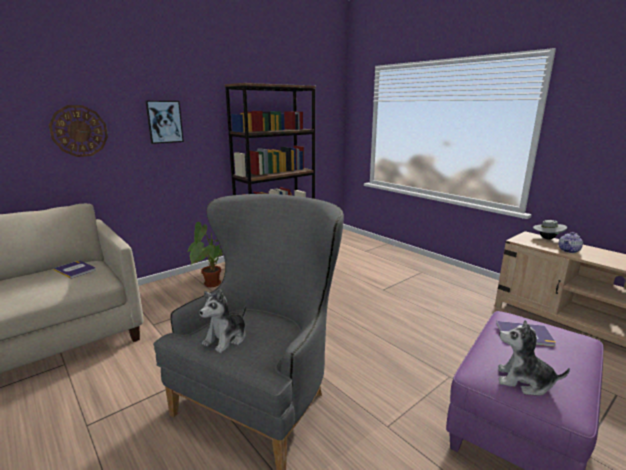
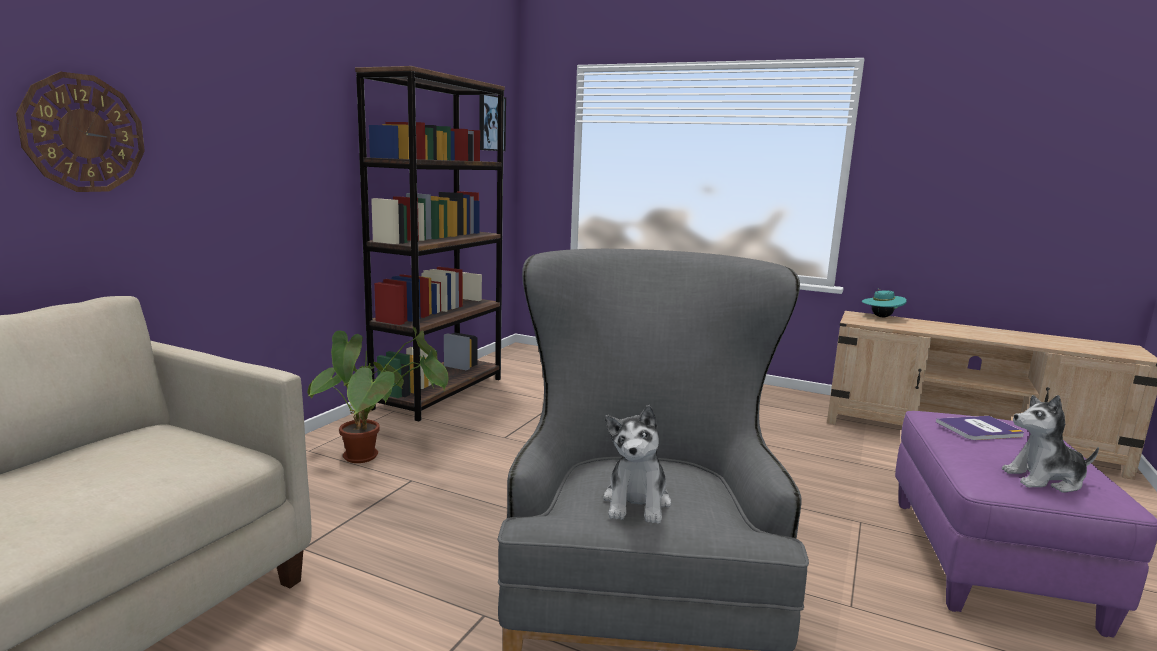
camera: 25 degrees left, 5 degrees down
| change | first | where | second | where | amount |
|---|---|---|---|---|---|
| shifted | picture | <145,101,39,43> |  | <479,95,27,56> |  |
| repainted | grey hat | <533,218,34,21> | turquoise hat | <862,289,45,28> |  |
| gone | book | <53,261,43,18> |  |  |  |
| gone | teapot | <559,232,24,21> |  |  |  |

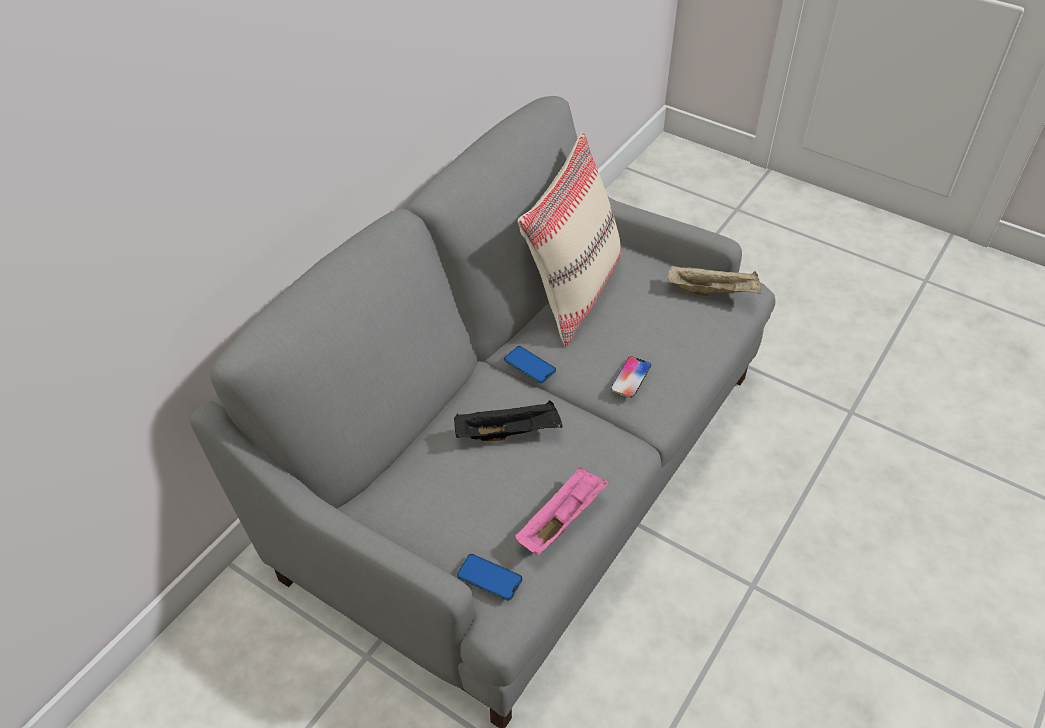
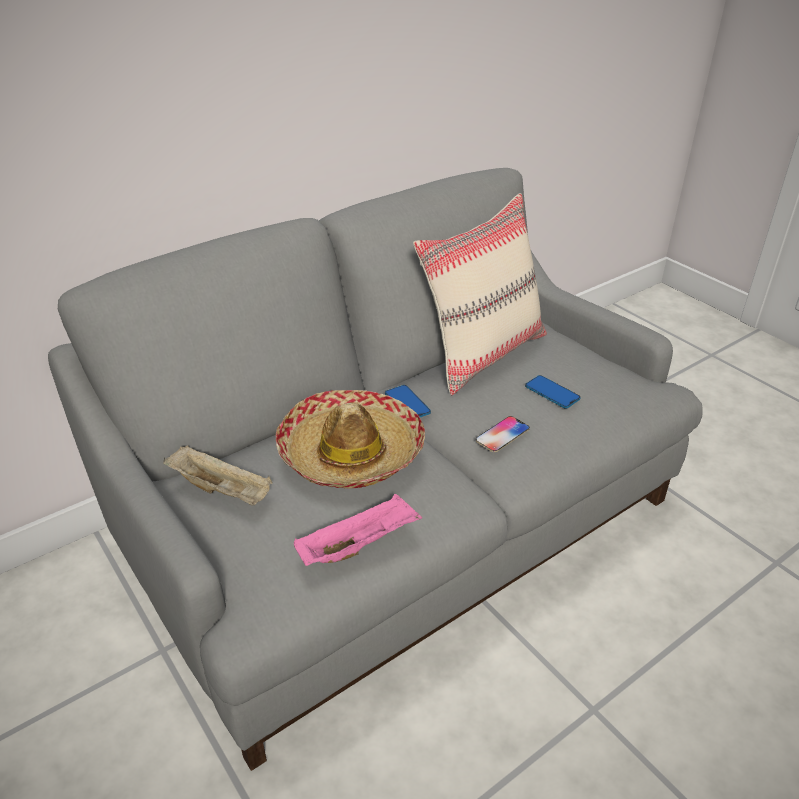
camera: 20 degrees right, 10 degrees down
| change | first | where | second | where | amount |
|---|---|---|---|---|---|
| shifted | beige tray | <668,265,93,31> |  | <163,445,110,61> |  |
| swapped | black tray | <454,401,109,40> | hat | <276,390,149,98> |  |
| shifted | phone | <457,554,65,47> |  | <525,375,56,33> |  |

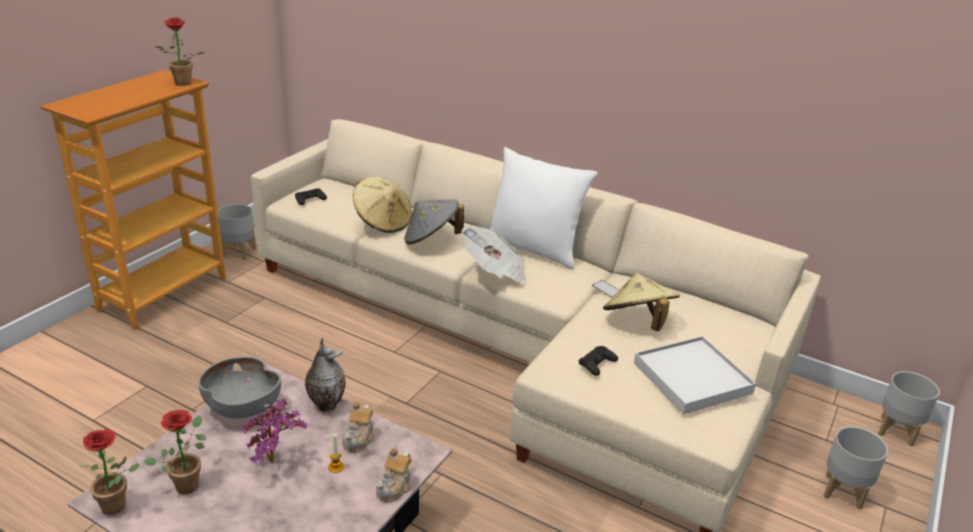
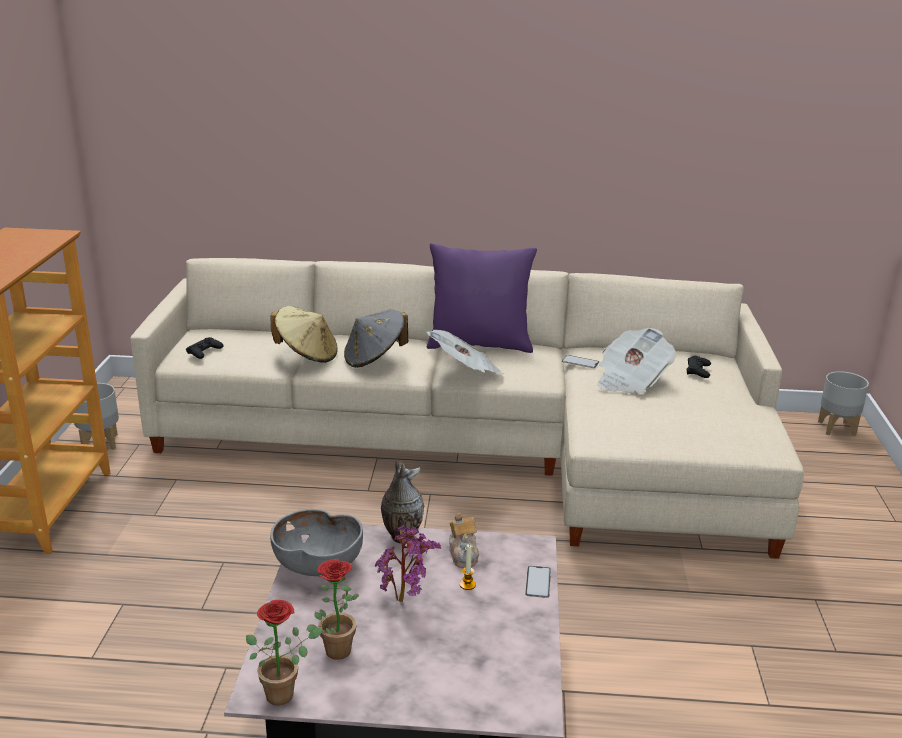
camera: 25 degrees left, 5 degrees down
| change | first | where | second | where | amount |
|---|---|---|---|---|---|
| repainted | white pillow | <490,147,107,123> | purple pillow | <426,243,111,110> |  |
| swapped | teapot | <376,448,36,54> | phone | <525,566,26,32> |  |
| swapped | beige hat | <603,273,77,58> | newspaper | <597,328,78,66> |  |
| shifted | black game controller | <579,346,39,30> |  | <687,356,24,22> |  |
| gone | potted plant | <155,17,49,69> |  |  |  |
| gone | white tray | <634,336,122,78> |  |  |  |
| gone | grey planter | <824,426,64,83> |  |  |  |

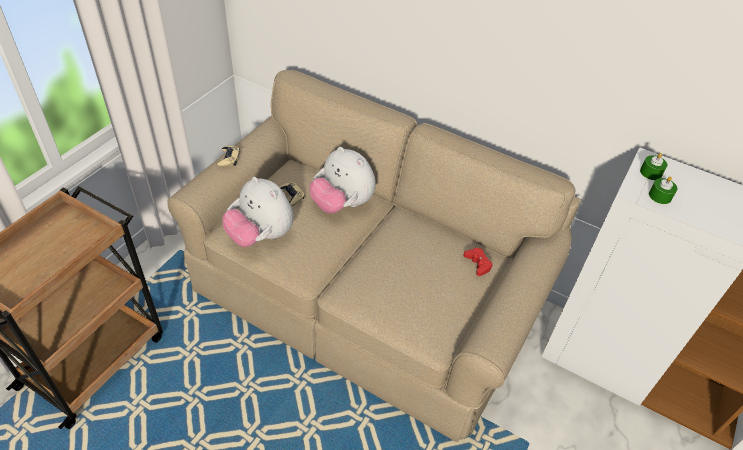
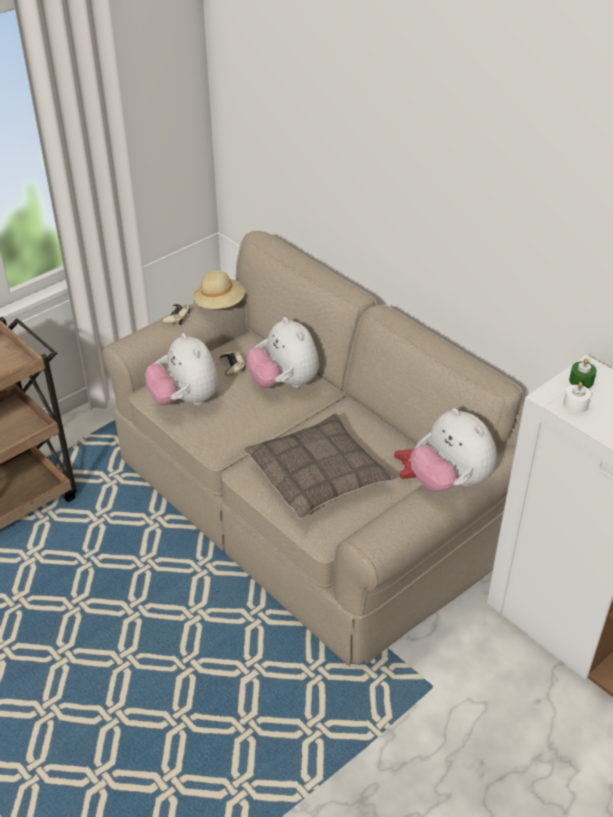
camera: 20 degrees right, 5 degrees down
| change | first | where | second | where | amount |
|---|---|---|---|---|---|
| new |  |  | beige hat | <194,270,51,39> |  |
| new |  |  | pillow | <244,413,152,107> |  |
| new |  |  | plush toy | <410,408,87,84> |  |
| repainted | green candle | <649,176,29,28> | white candle | <563,382,28,31> |  |

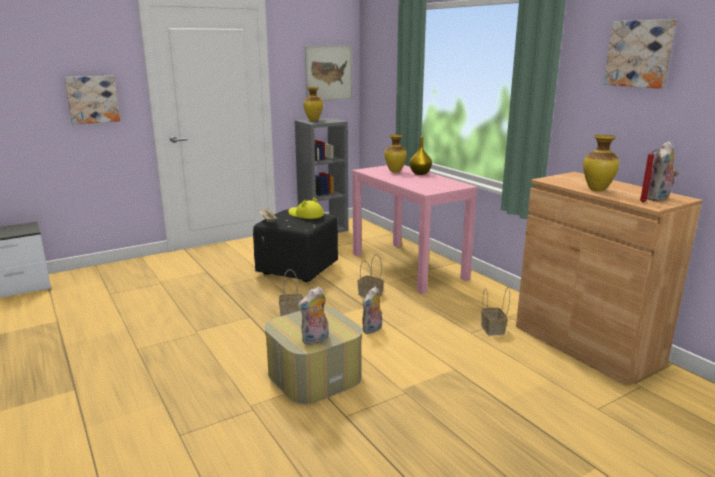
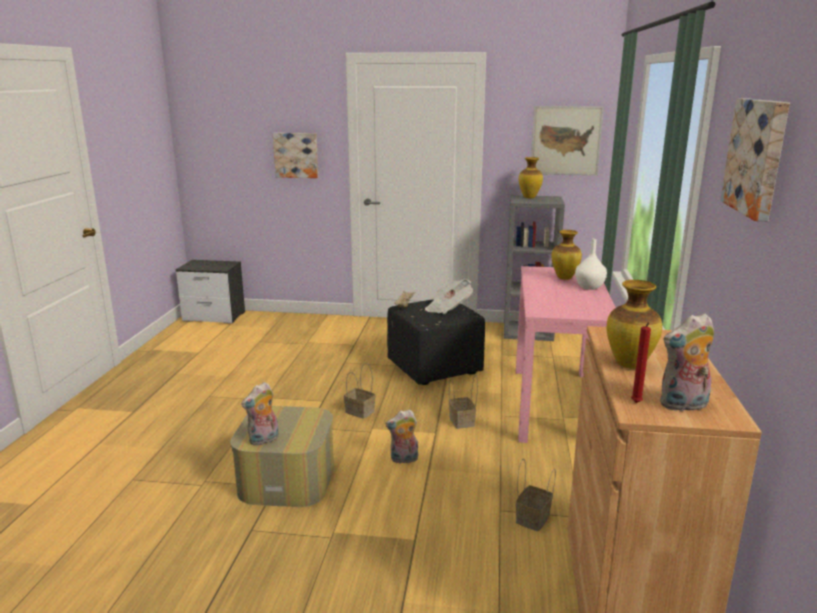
camera: 40 degrees right, 0 degrees up
| change | first | where | second | where | amount |
|---|---|---|---|---|---|
| rotated | plush toy | <297,286,32,59> |  | <241,382,38,64> | 45 degrees counterclockwise |
| swapped | yellow hat | <288,197,36,22> | newspaper | <425,279,48,35> |  |
| repainted | yellow vase | <410,137,22,38> | white vase | <575,238,32,52> |  |

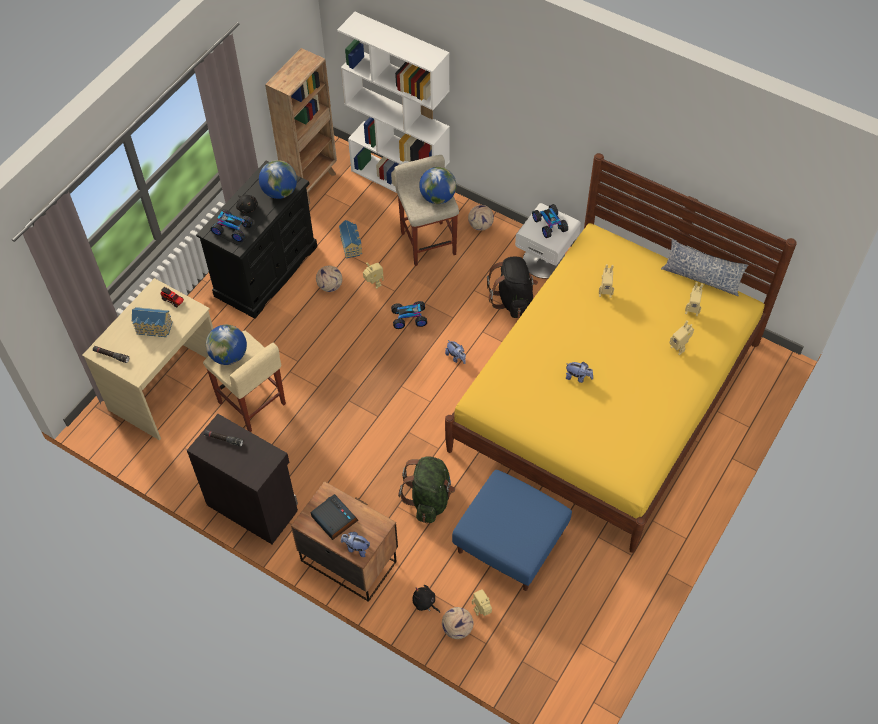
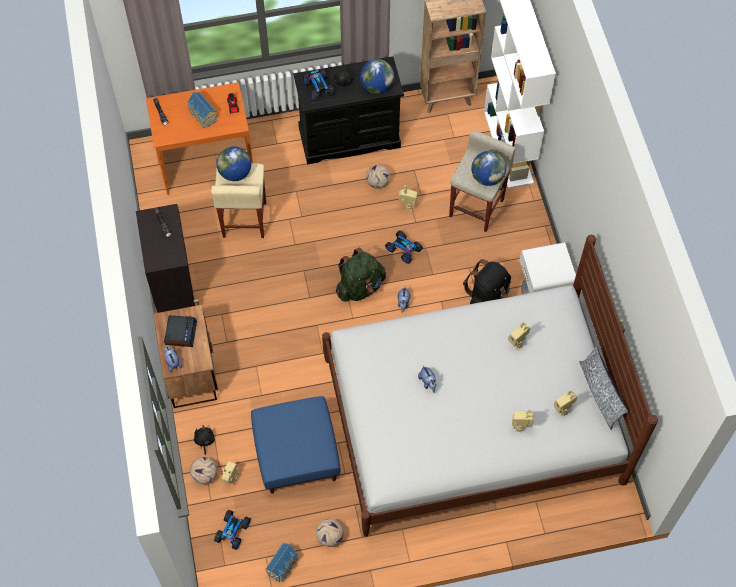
camera: 45 degrees right, 5 degrees up
| change | first | where | second | where | amount |
|---|---|---|---|---|---|
| repainted | beige desk | <82,278,131,162> | orange desk | <146,82,107,113> |  |
| shifted | toy car | <532,204,36,34> |  | <214,510,36,40> |  |
| shifted | toy house | <339,220,23,38> |  | <266,543,32,39> |  |
| shifted | football | <468,205,26,26> |  | <316,519,28,28> |  |
| repainted | yellow bed | <445,153,352,400> | white bed | <322,235,336,302> |  |
| shifted | green backpack | <398,456,57,67> |  | <336,248,50,54> |  |

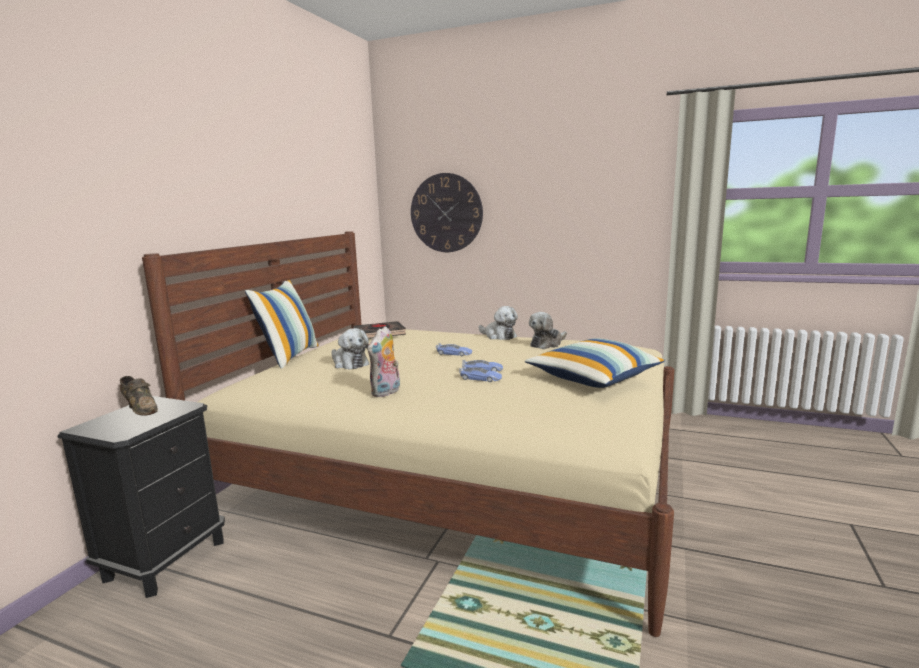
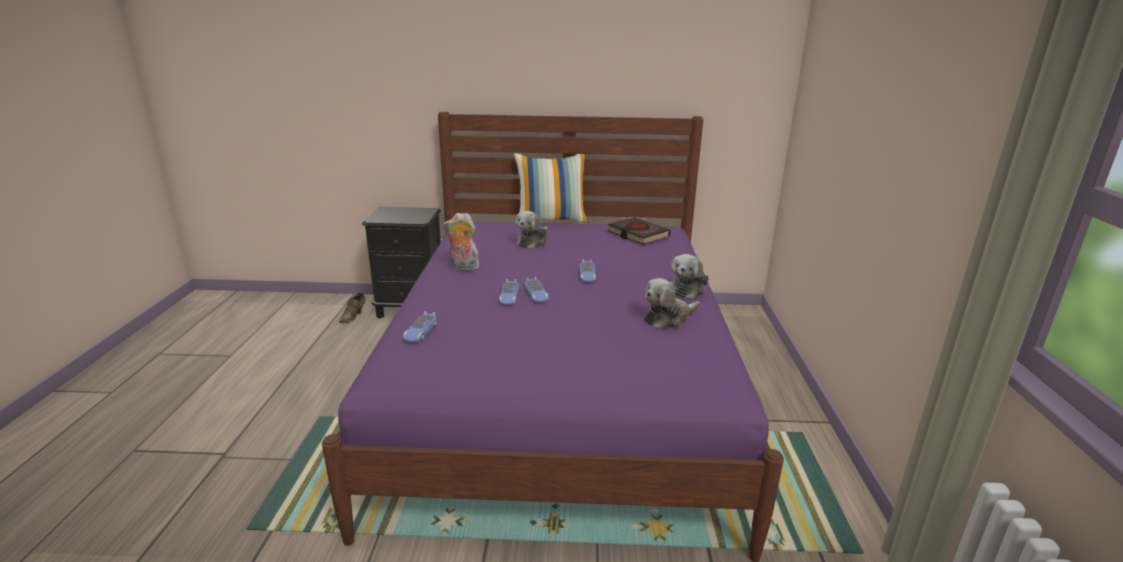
camera: 70 degrees right, 10 degrees up
| change | first | where | second | where | amount |
|---|---|---|---|---|---|
| repainted | beige bed | <142,231,532,406> | purple bed | <322,111,462,451> |  |
| shifted | brown shoe | <120,376,38,40> |  | <339,293,27,30> |  |
| new |  |  | toy car | <403,311,34,31> |  |
| rotated | plush toy | <529,312,38,37> |  | <644,278,56,52> | 60 degrees counterclockwise |
| gone | wall clock | <411,173,72,79> |  |  |  |
| gone | pillow | <525,338,140,50> |  |  |  |

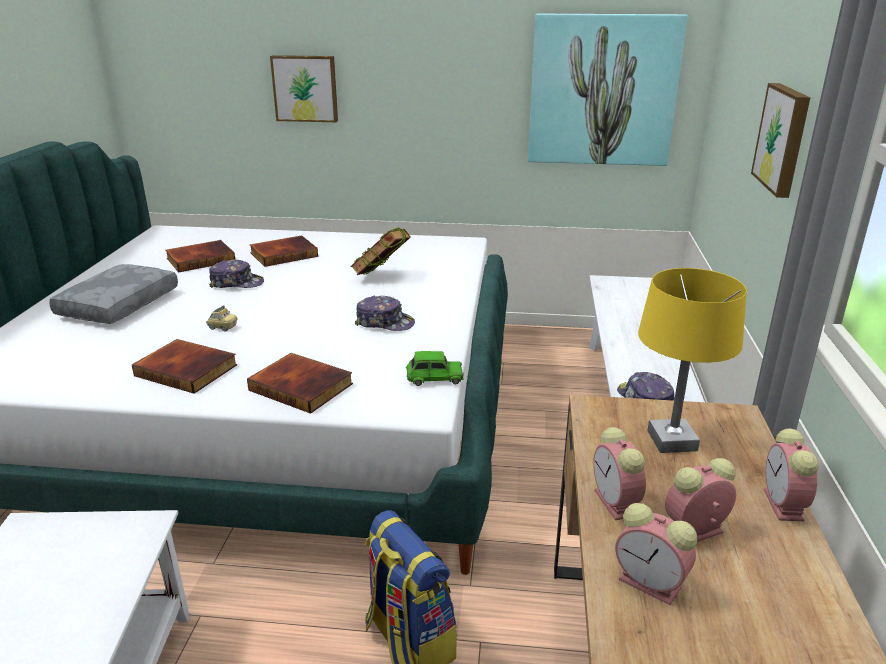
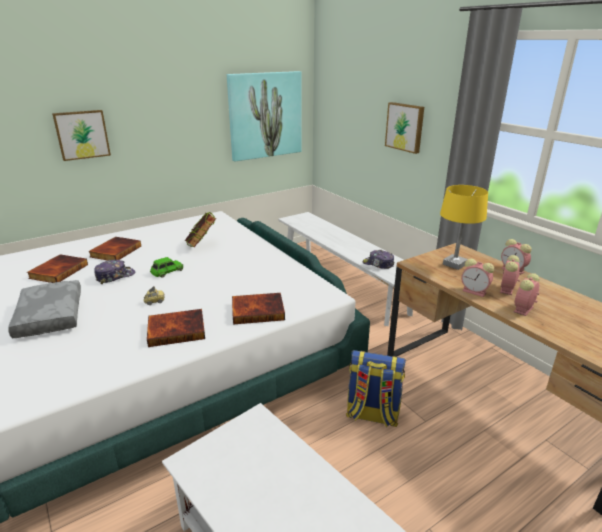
camera: 40 degrees left, 0 degrees up
| change | first | where | second | where | amount |
|---|---|---|---|---|---|
| shifted | green toy car | <406,351,58,35> |  | <150,257,33,21> |  |
| rotated | alarm clock | <615,503,82,102> |  | <514,273,26,43> | 135 degrees clockwise |
| gone | cap | <355,295,60,36> |  |  |  |

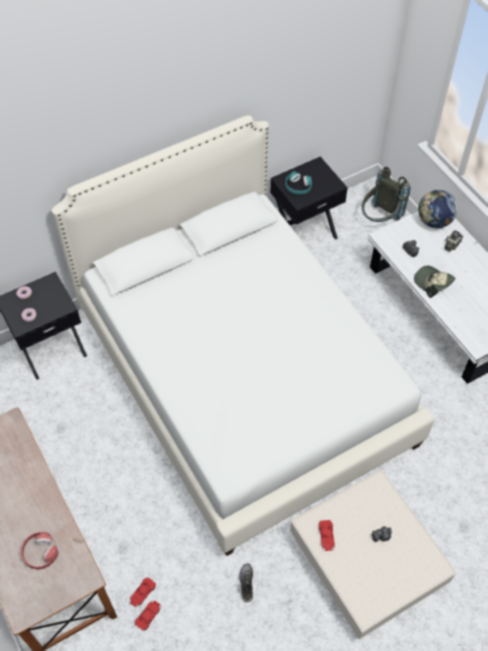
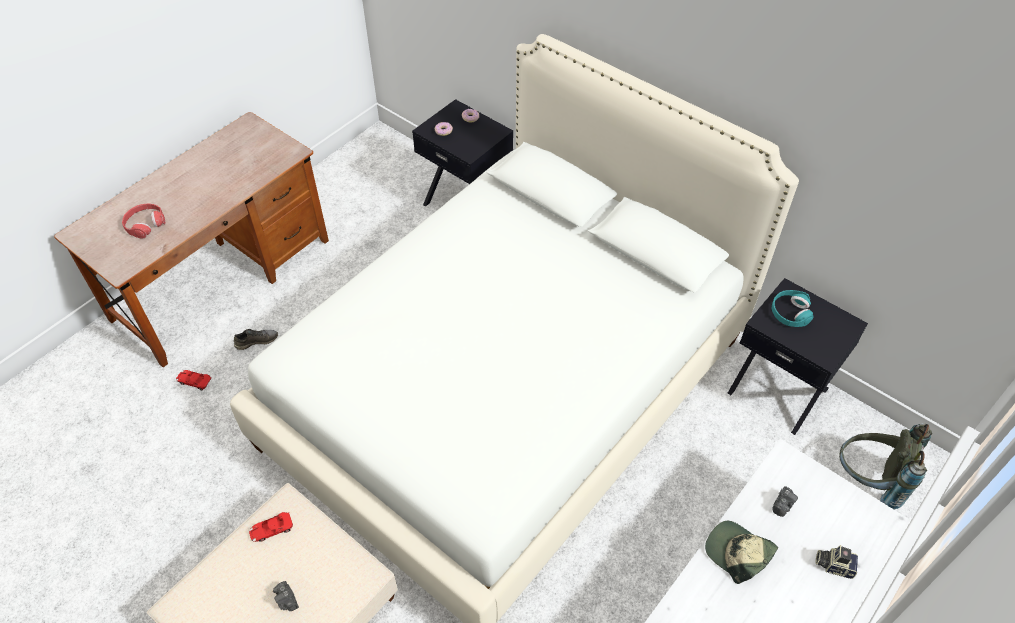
camera: 70 degrees right, 5 degrees down
| change | first | where | second | where | amount |
|---|---|---|---|---|---|
| shifted | grey shoe | <239,563,14,39> |  | <234,329,44,21> |  |
| rotated | cap | <414,266,42,32> |  | <705,521,73,63> | 75 degrees counterclockwise |
| gone | red toy car | <135,601,26,30> |  |  |  |
| gone | globe | <418,190,40,38> |  |  |  |

